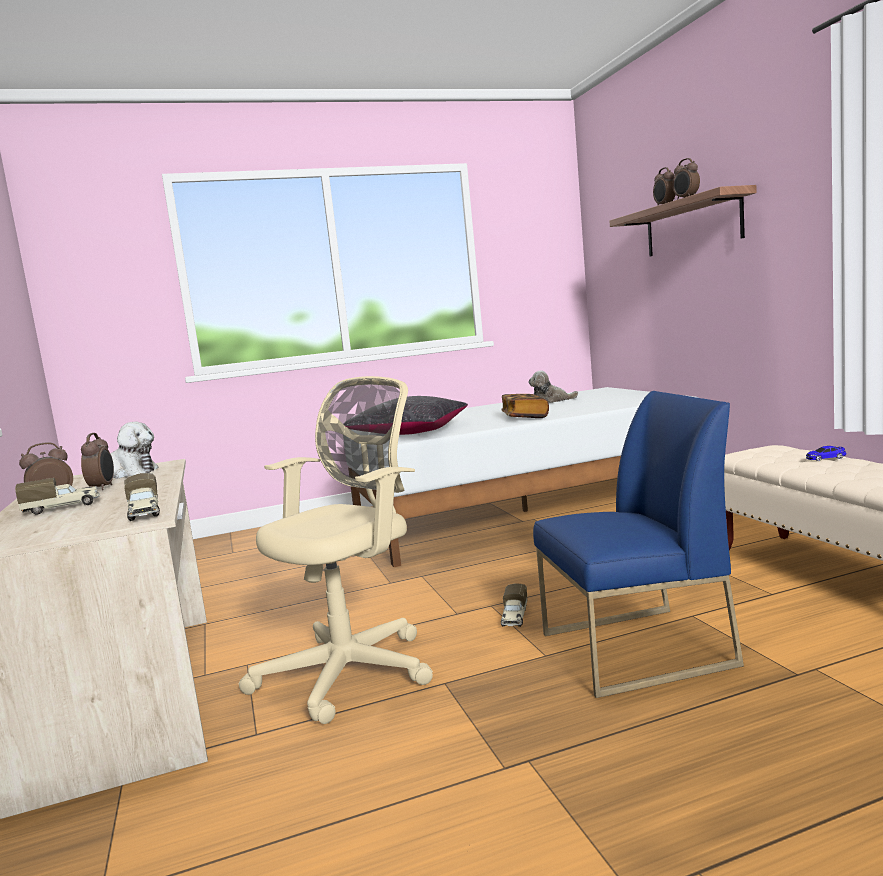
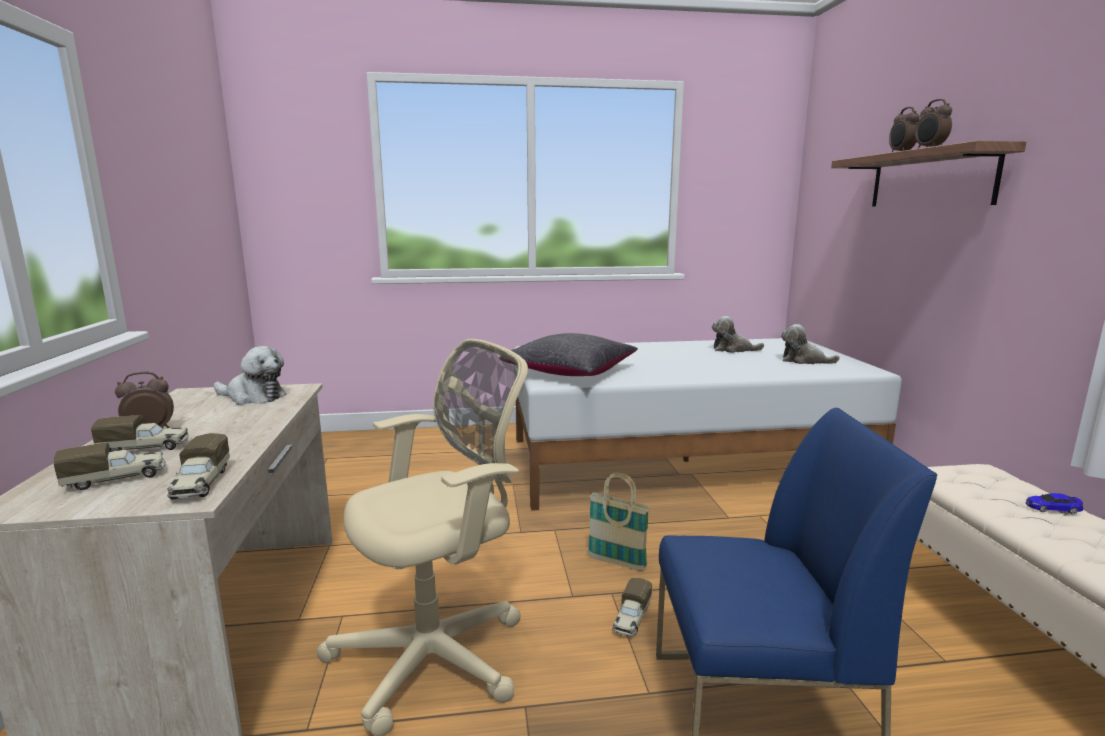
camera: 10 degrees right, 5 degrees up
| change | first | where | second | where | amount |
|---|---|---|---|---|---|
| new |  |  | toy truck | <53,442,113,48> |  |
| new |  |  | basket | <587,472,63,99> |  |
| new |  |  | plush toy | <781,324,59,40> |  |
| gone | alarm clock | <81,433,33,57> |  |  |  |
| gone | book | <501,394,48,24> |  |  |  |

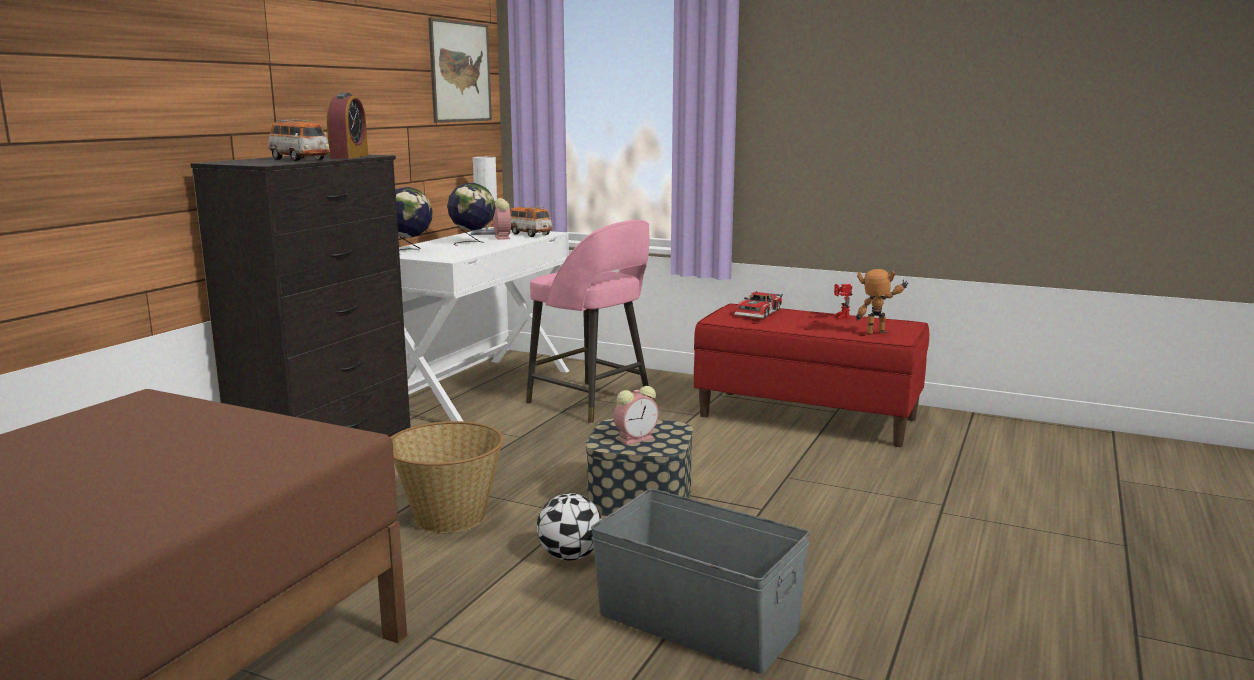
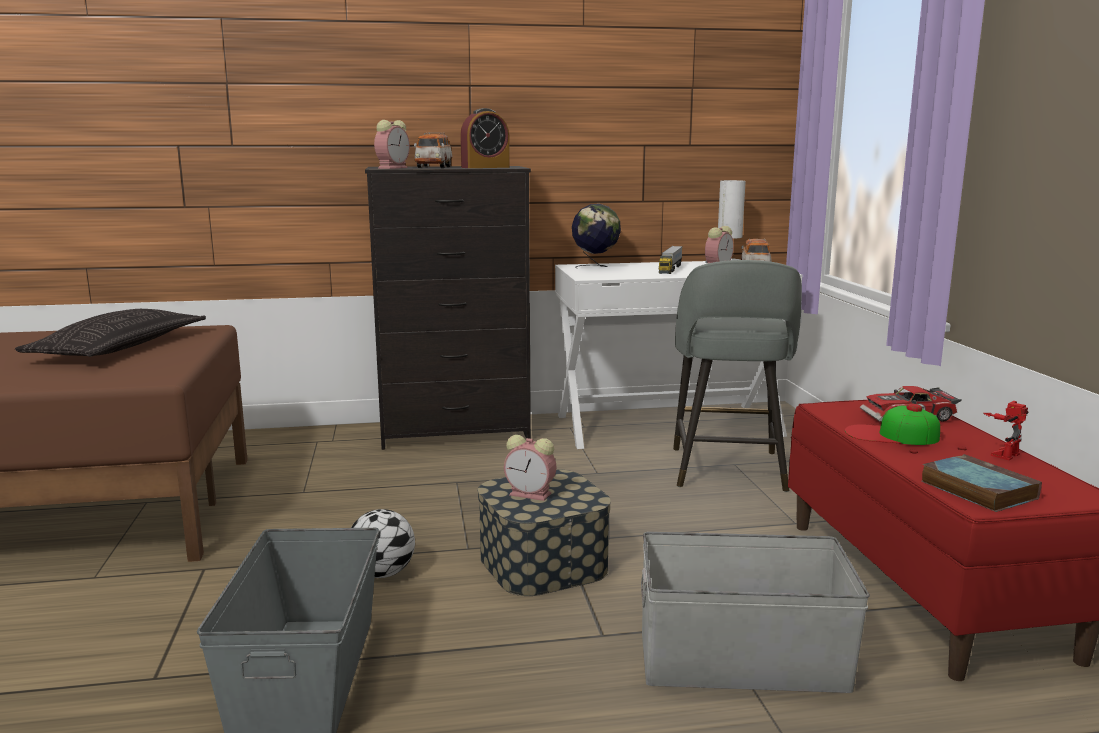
camera: 55 degrees right, 0 degrees up
| change | first | where | second | where | amount |
|---|---|---|---|---|---|
| new |  |  | pillow | <15,309,191,48> |  |
| new |  |  | alarm clock | <374,120,36,49> |  |
| new |  |  | grey storage box | <641,532,229,161> |  |
| swapped | globe | <447,183,48,63> | toy truck | <659,246,24,28> |  |
| repainted | pink stool | <526,220,125,203> | grey stool | <673,260,129,232> |  |
| new |  |  | cap | <845,403,95,42> |  |
| swapped | toy robot | <856,269,53,66> | book | <921,454,121,58> |  |
| gone | basket | <390,421,114,112> |  |  |  |
| gone | picture | <428,18,64,105> |  |  |  |

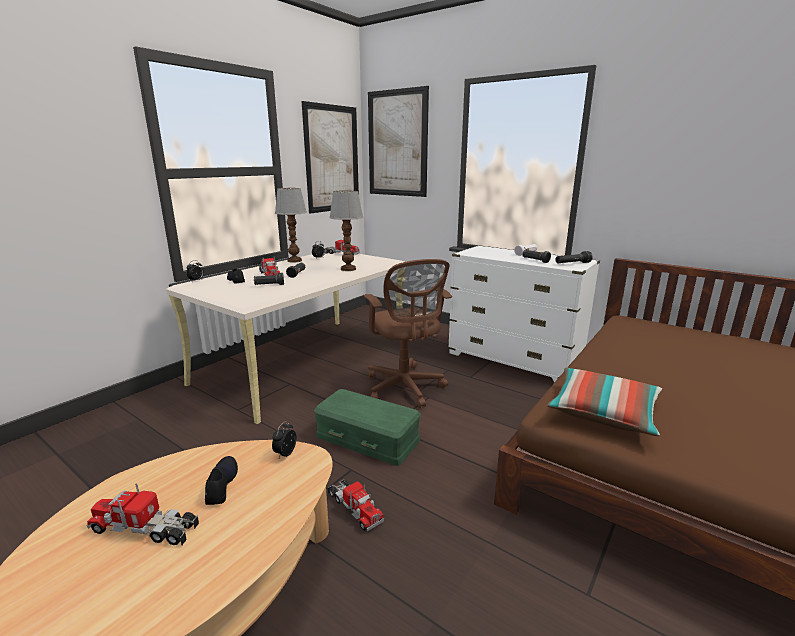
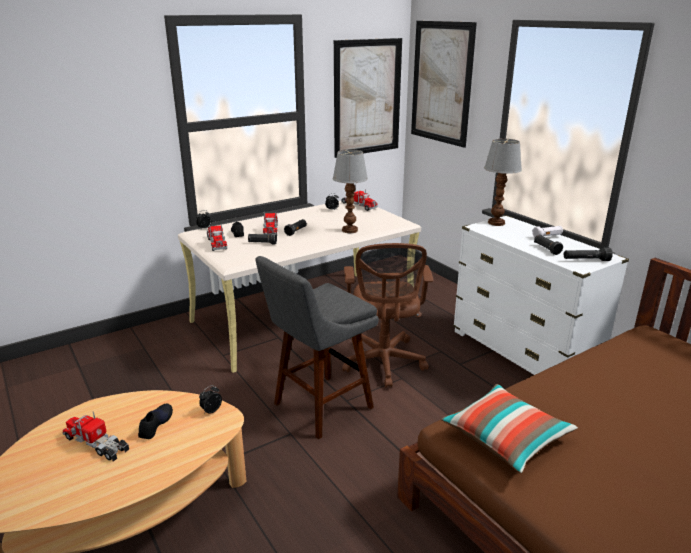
camera: 20 degrees right, 5 degrees up
| change | first | where | second | where | amount |
|---|---|---|---|---|---|
| shifted | toy truck | <328,480,56,51> |  | <207,225,20,26> |  |
| swapped | green storage box | <314,389,107,77> | grey stool | <255,256,124,183> |  |
| shifted | table lamp | <275,188,32,75> |  | <484,138,38,88> |  |

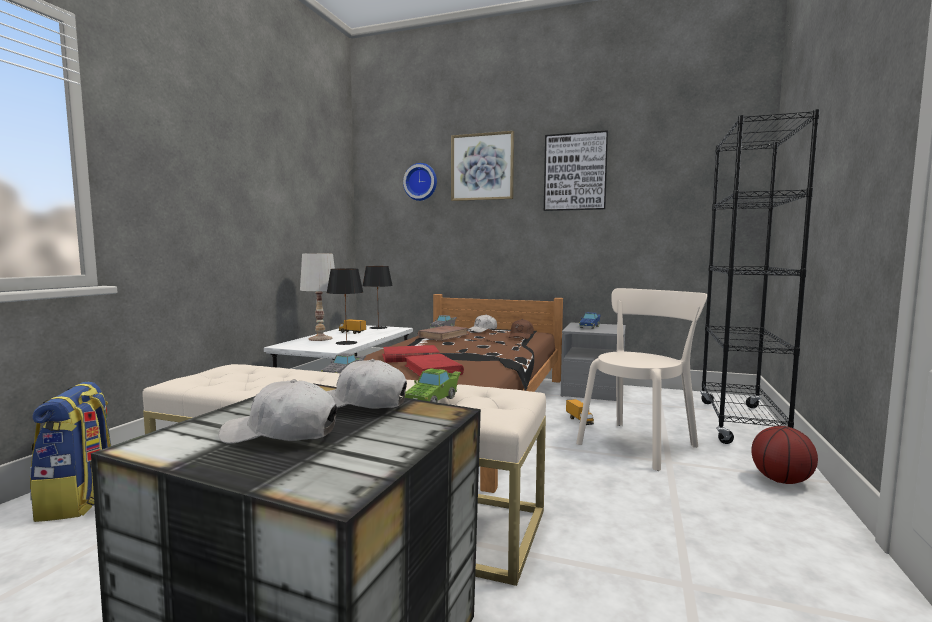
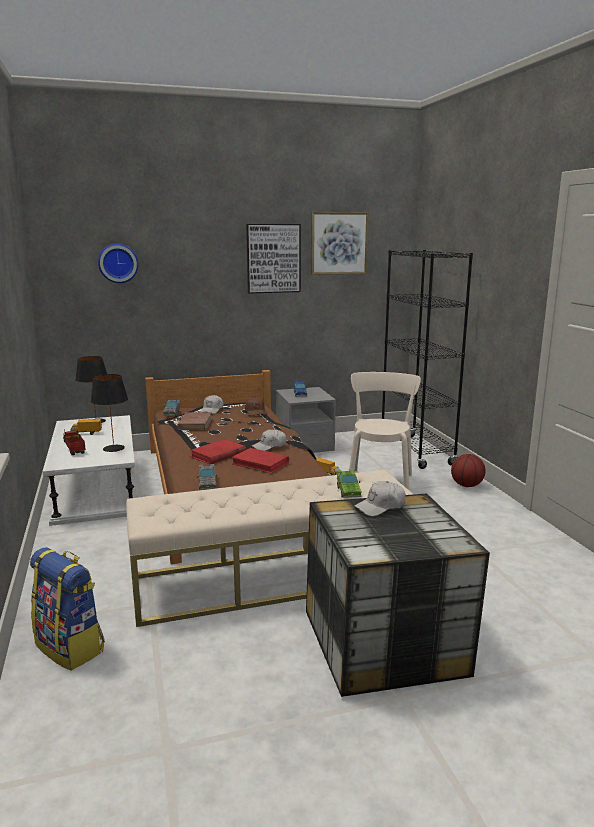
camera: 35 degrees left, 10 degrees up
| change | first | where | second | where | amount |
|---|---|---|---|---|---|
| swapped | white table lamp | <300,254,35,87> | toy truck | <63,427,23,28> |  |
| shifted | white cap | <218,379,119,65> |  | <252,429,35,22> |  |
| shifted | picture | <451,131,63,70> |  | <311,212,58,63> |  |

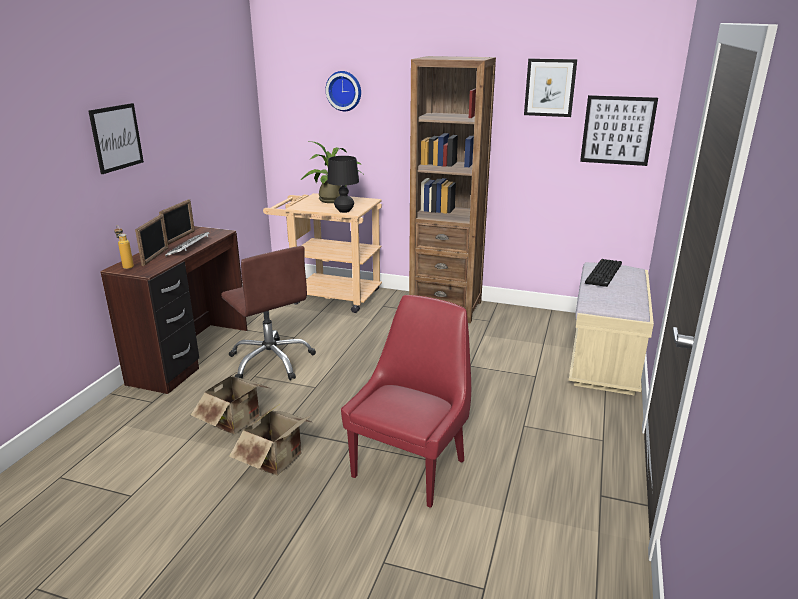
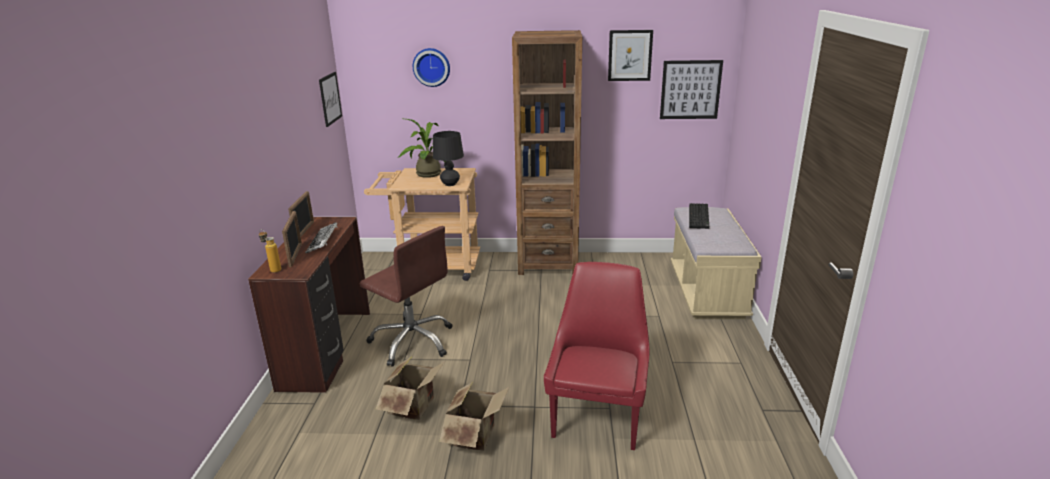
camera: 15 degrees left, 0 degrees up
| change | first | where | second | where | amount |
|---|---|---|---|---|---|
| shifted | picture | <88,103,56,71> |  | <319,72,23,55> |  |

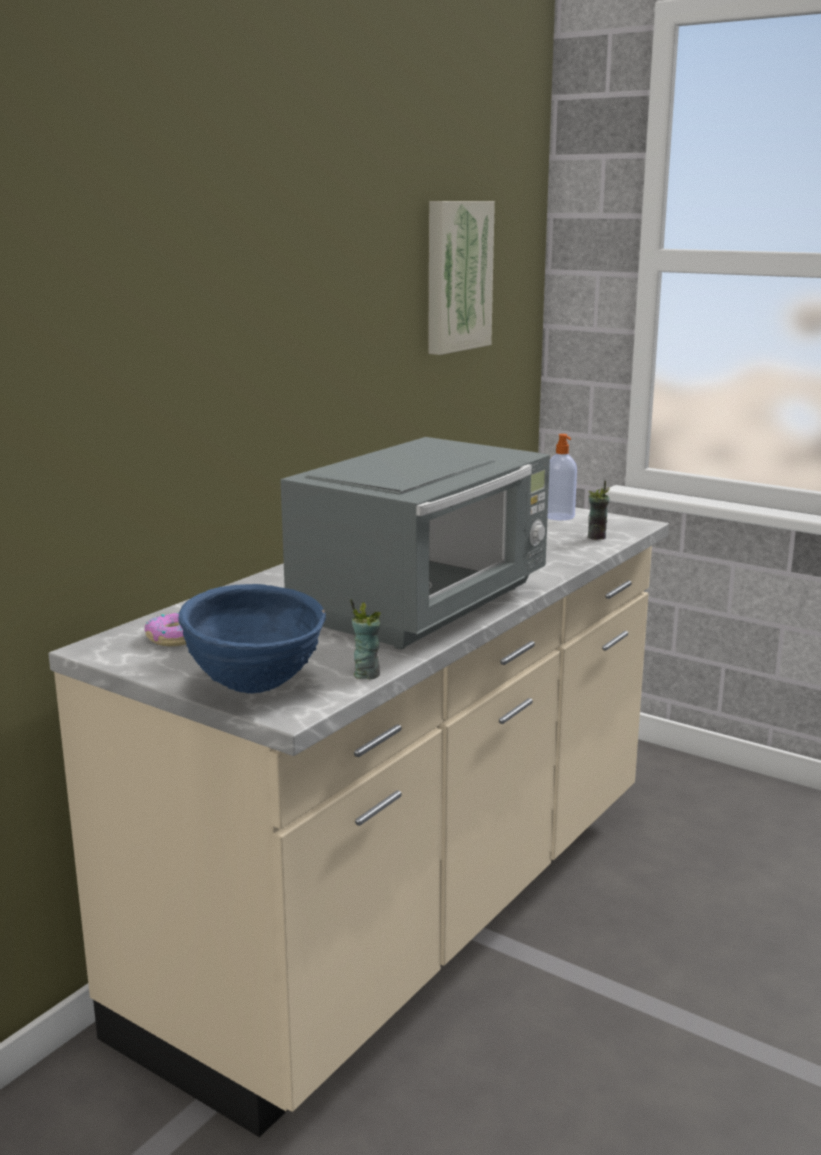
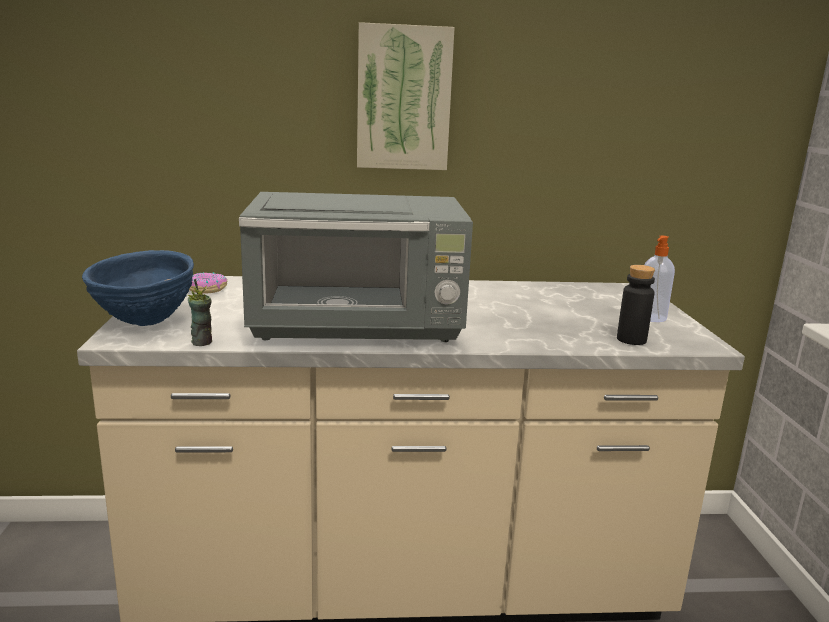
camera: 50 degrees right, 0 degrees up
| change | first | where | second | where | amount |
|---|---|---|---|---|---|
| shifted | picture | <428,201,67,154> |  | <357,22,98,148> |  |
| swapped | cup | <588,480,22,60> | black bottle | <617,265,38,80> |  |

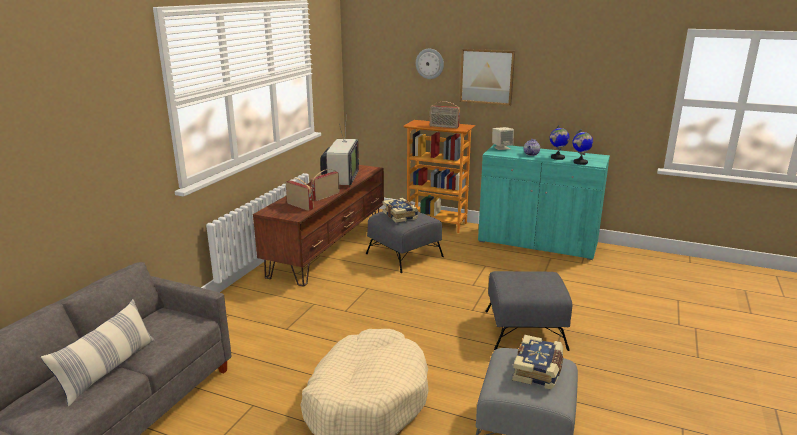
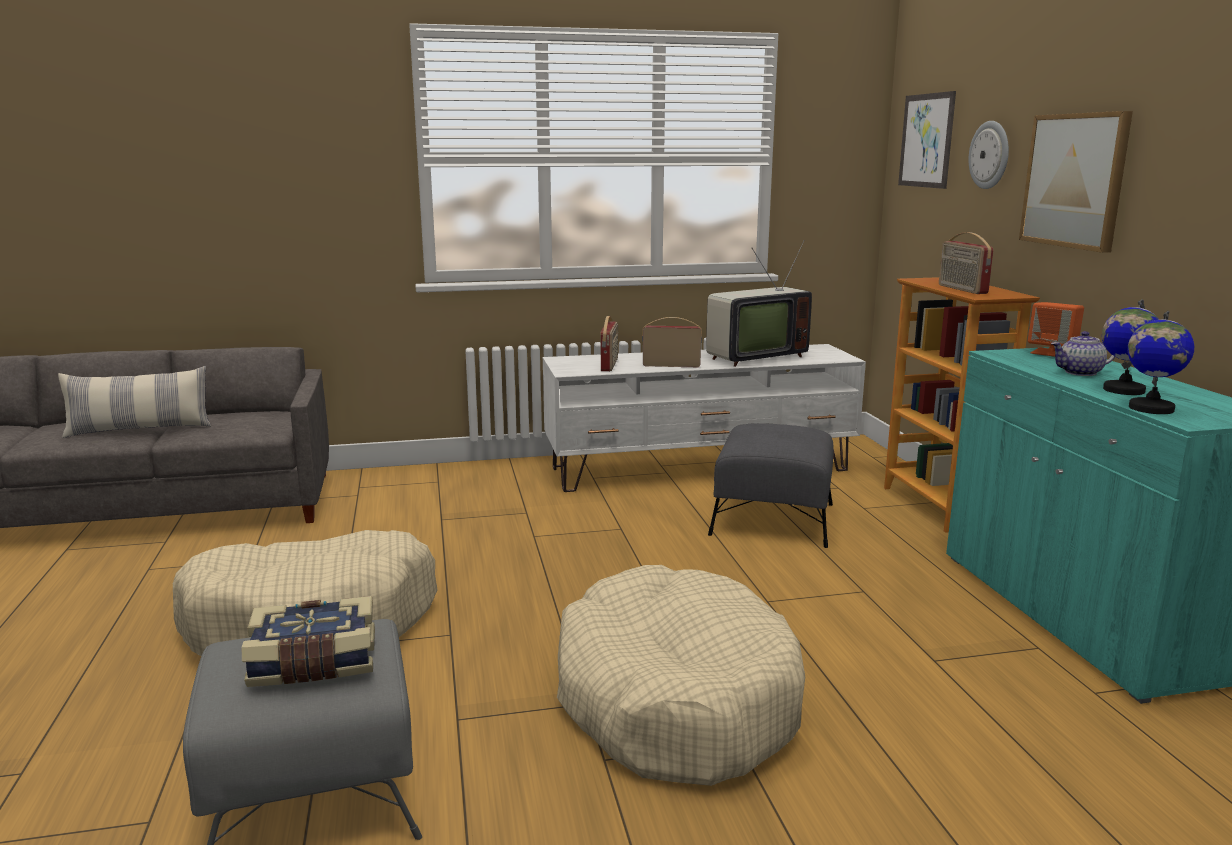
camera: 55 degrees right, 5 degrees down
| change | first | where | second | where | amount |
|---|---|---|---|---|---|
| repainted | brown tv stand | <253,165,131,121> | white tv stand | <543,344,323,148> |  |
| swapped | grey ottoman | <485,271,87,80> | beige dog bed | <557,565,248,221> |  |
| new |  |  | picture | <898,91,58,98> |  |
| repainted | beige speaker | <492,127,22,23> | orange speaker | <1028,302,56,55> |  |
| gone | book | <382,198,36,25> |  |  |  |

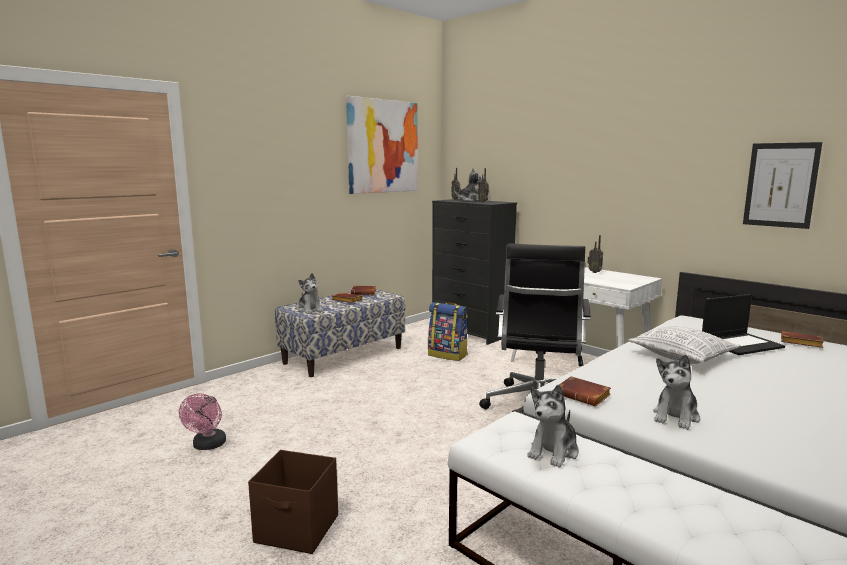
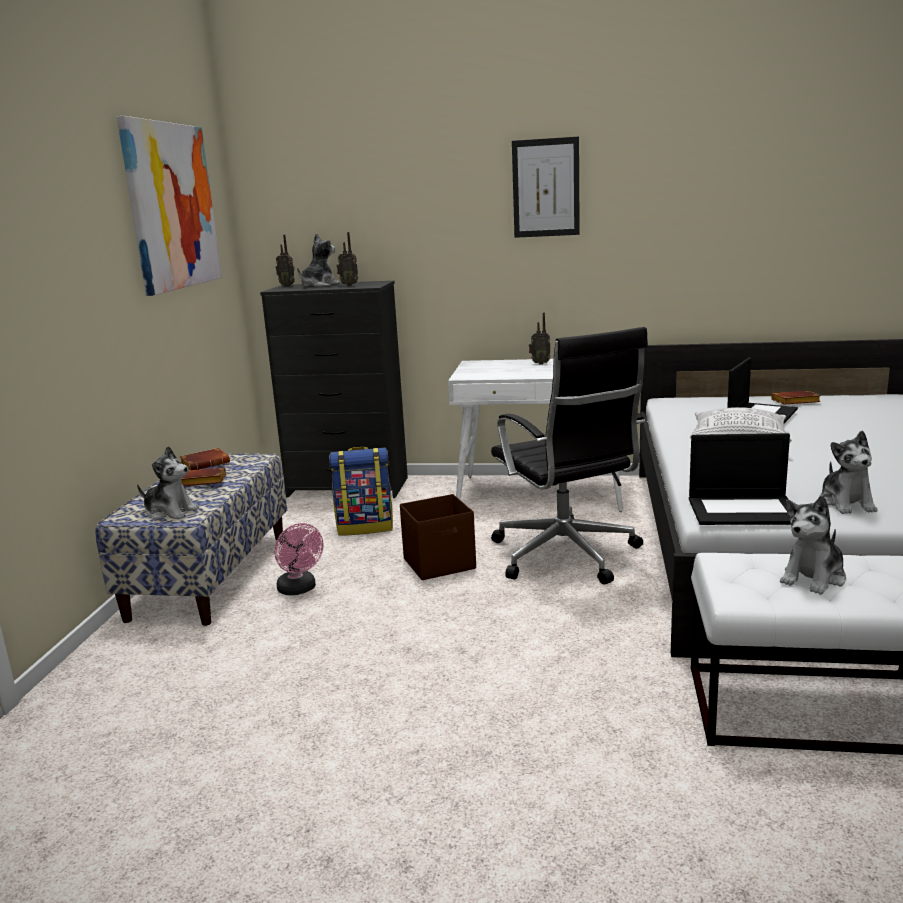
camera: 35 degrees left, 5 degrees up
| change | first | where | second | where | amount |
|---|---|---|---|---|---|
| shifted | pink fan | <179,393,47,57> |  | <274,523,49,72> |  |
| shifted | brown storage box | <248,450,90,104> |  | <400,494,76,86> |  |
| shifted | picture | <743,142,79,87> |  | <512,137,68,101> |  |
| swapped | brown book | <559,376,52,31> | laptop | <689,433,102,92> |  |
| rotated | plush toy | <527,385,52,83> |  | <780,495,66,100> | 45 degrees clockwise |

